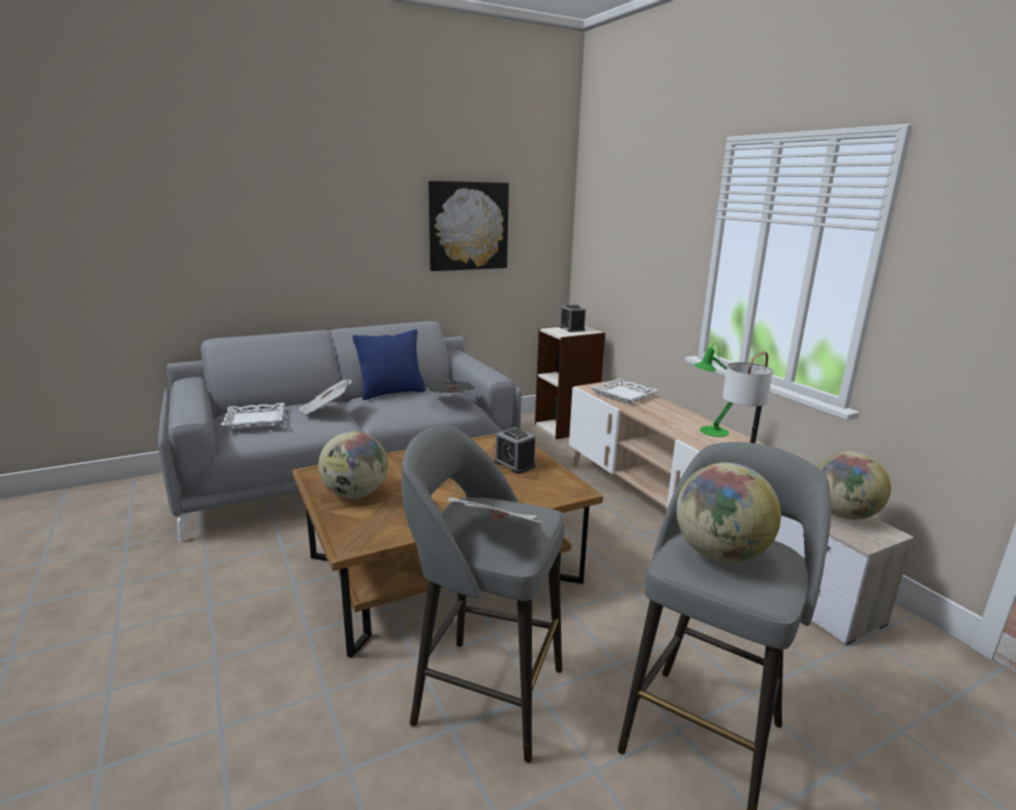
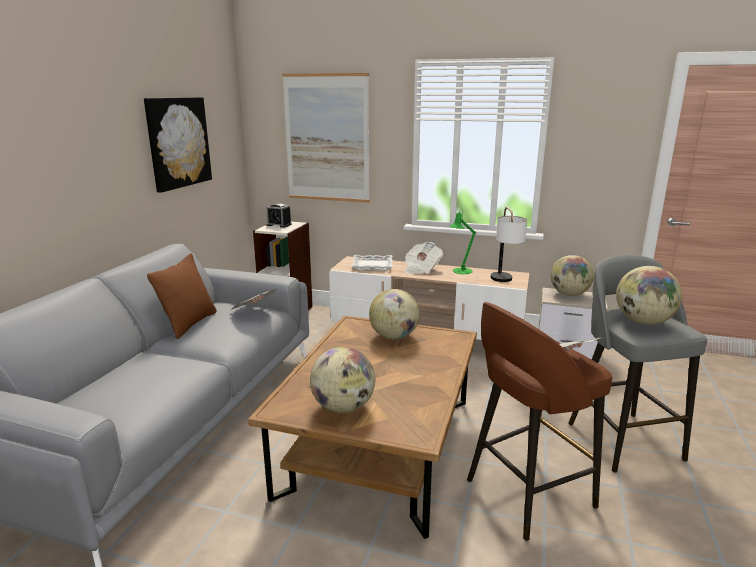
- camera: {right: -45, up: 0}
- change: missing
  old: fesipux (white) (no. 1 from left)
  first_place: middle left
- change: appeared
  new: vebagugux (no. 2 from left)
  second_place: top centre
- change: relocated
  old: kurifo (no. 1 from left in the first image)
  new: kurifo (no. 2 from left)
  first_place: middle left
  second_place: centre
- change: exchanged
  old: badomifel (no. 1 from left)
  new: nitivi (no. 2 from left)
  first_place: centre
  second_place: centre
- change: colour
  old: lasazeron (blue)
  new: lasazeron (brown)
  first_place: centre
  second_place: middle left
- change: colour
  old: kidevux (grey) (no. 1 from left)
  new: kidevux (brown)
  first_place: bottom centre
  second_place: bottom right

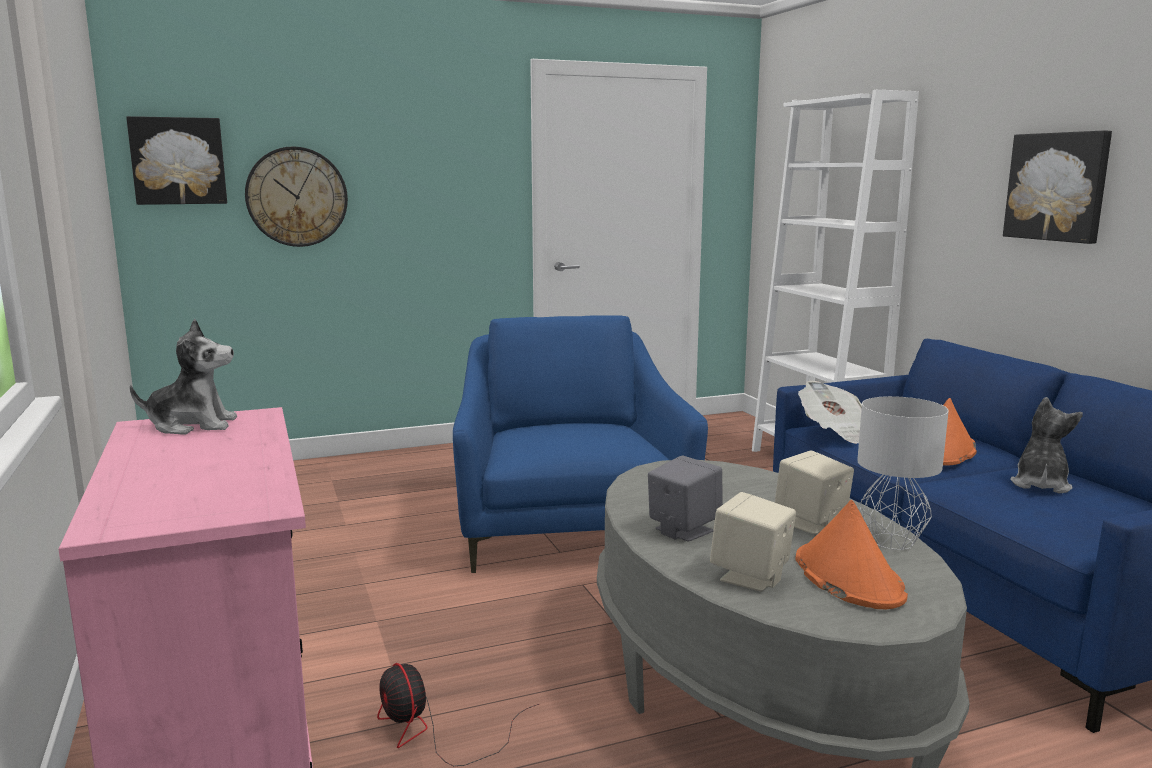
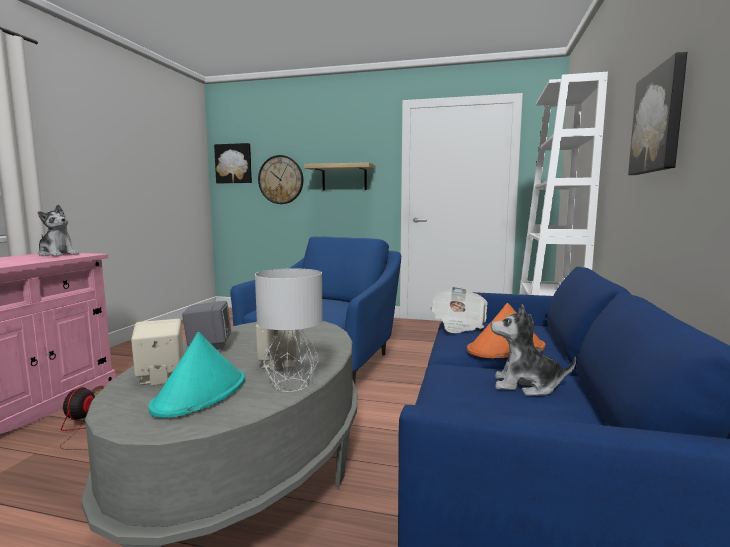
- camera: {right: 35, up: -5}
- change: appeared
  new: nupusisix
  second_place: top centre
- change: colour
  old: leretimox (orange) (no. 1 from left)
  new: leretimox (turquoise)
  first_place: bottom right
  second_place: bottom left
- change: spun
  old: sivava (no. 2 from left)
  first_place: middle right
  second_place: middle right
  degrees: -135

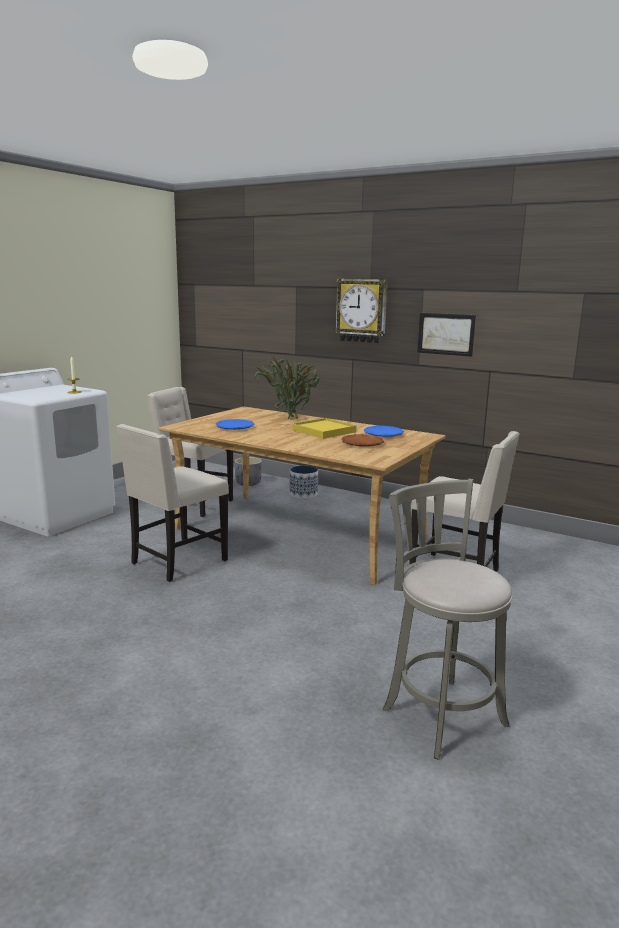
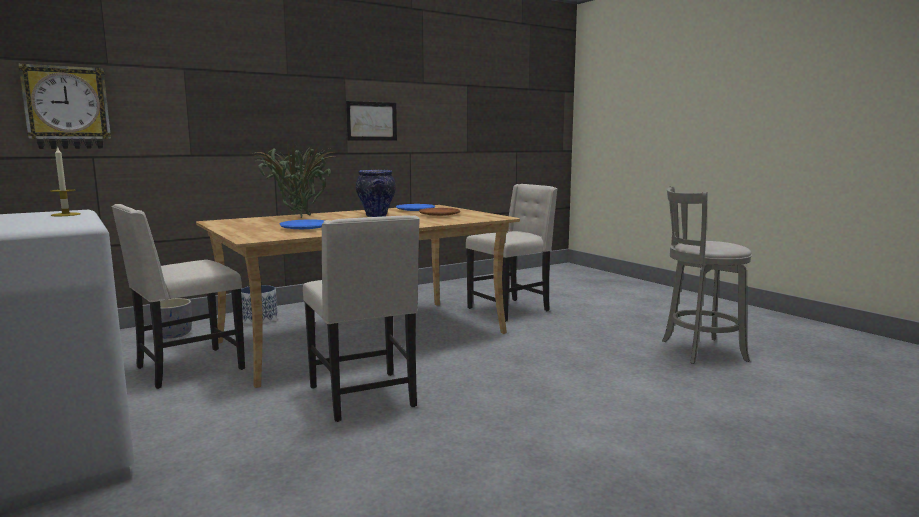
- camera: {right: -65, up: -5}
- change: relocated
  old: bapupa
  first_place: centre
  second_place: top left
- change: exchanged
  old: fesipux (yellow)
  new: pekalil
  first_place: centre
  second_place: centre

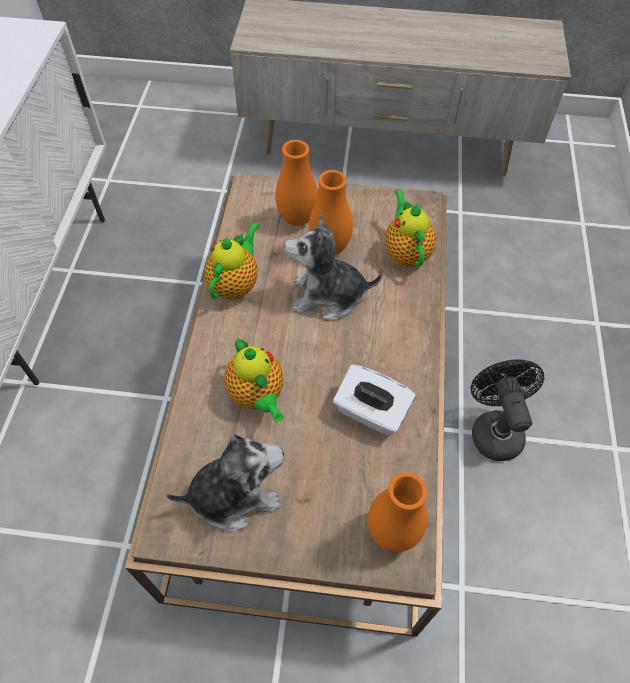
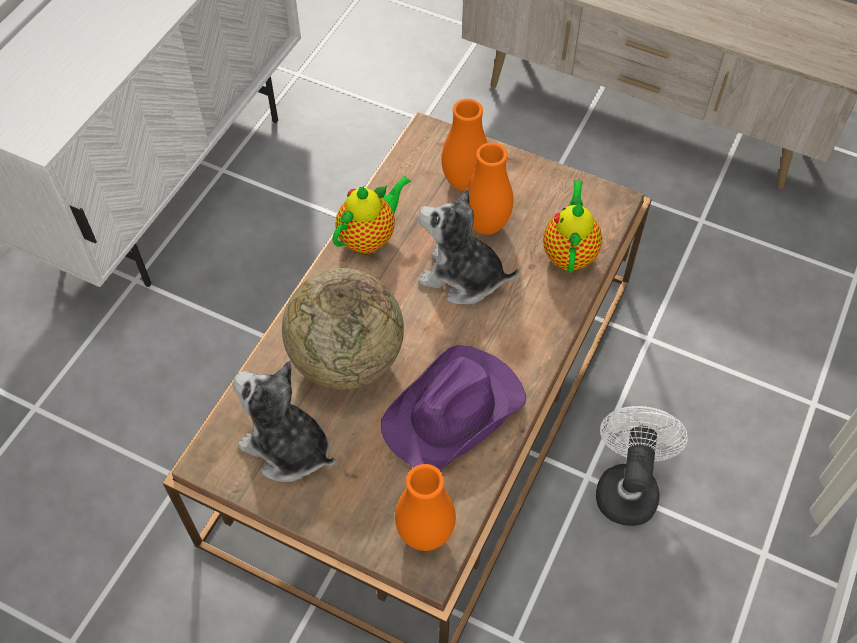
- camera: {right: 20, up: 0}
- change: exchanged
  old: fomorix (no. 2 from left)
  new: nitivi
  first_place: centre
  second_place: centre
- change: exchanged
  old: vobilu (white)
  new: leretimox (purple)
  first_place: centre
  second_place: centre
- change: colour
  old: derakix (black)
  new: derakix (white)
  first_place: middle right
  second_place: bottom right
- change: spun
  old: sivava (no. 1 from left)
  first_place: bottom centre
  second_place: middle left
  degrees: -150

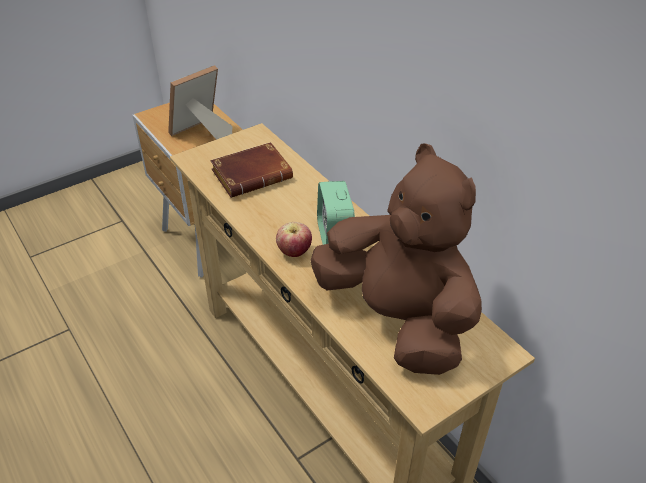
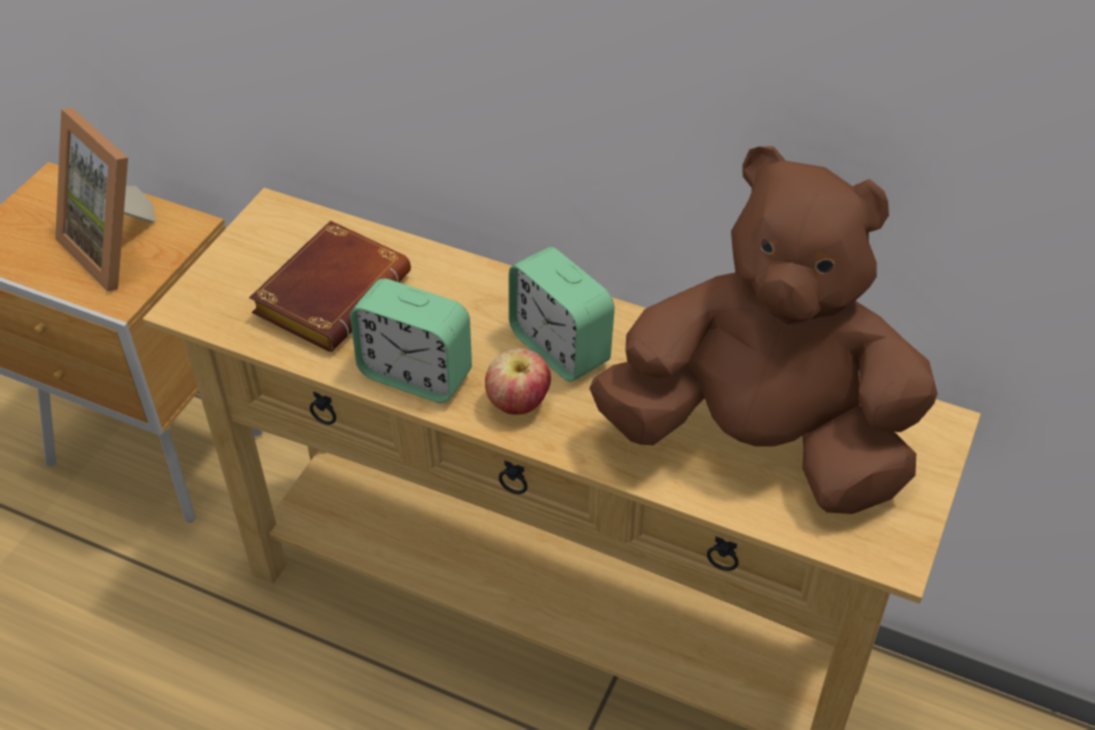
- camera: {right: -30, up: 5}
- change: appeared
  new: badomifel (no. 1 from left)
  second_place: centre
- change: spun
  old: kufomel
  first_place: top left
  second_place: top left
  degrees: -60

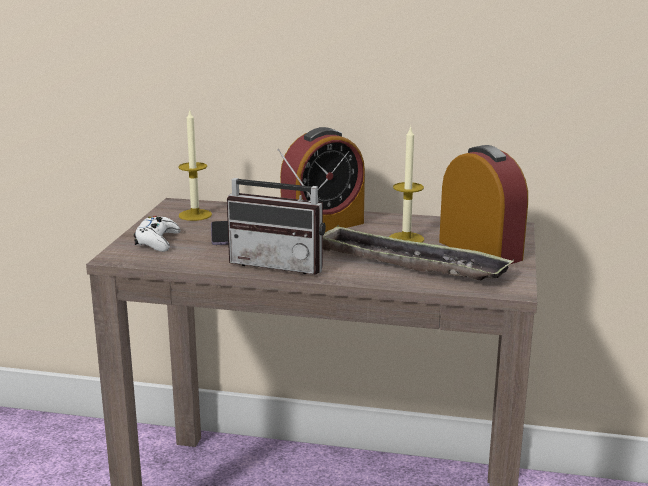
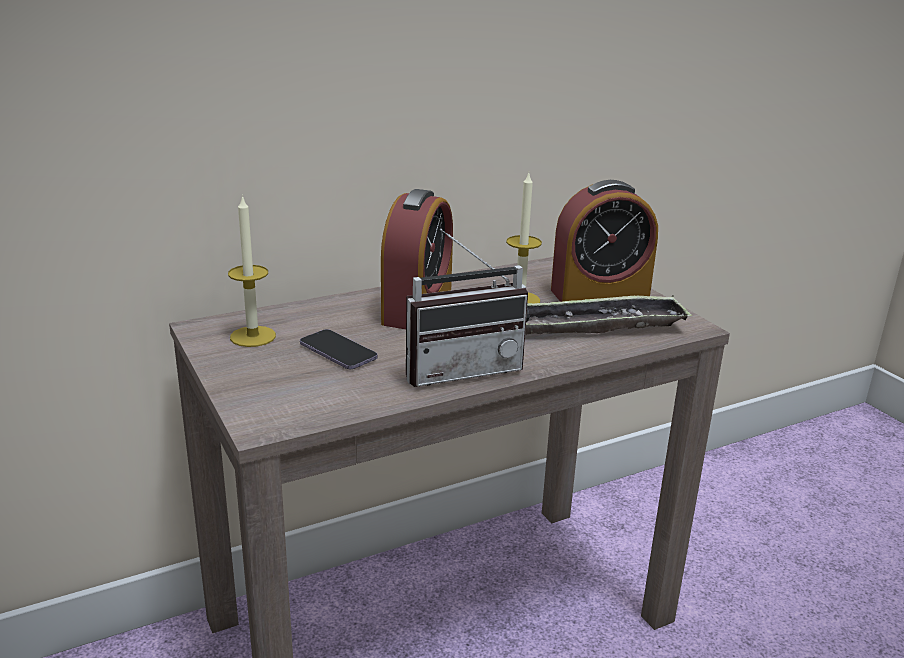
- camera: {right: -40, up: 5}
- change: missing
  old: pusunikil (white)
  first_place: middle left
- change: spun
  old: badomifel (no. 2 from left)
  first_place: middle right
  second_place: middle right
  degrees: 150

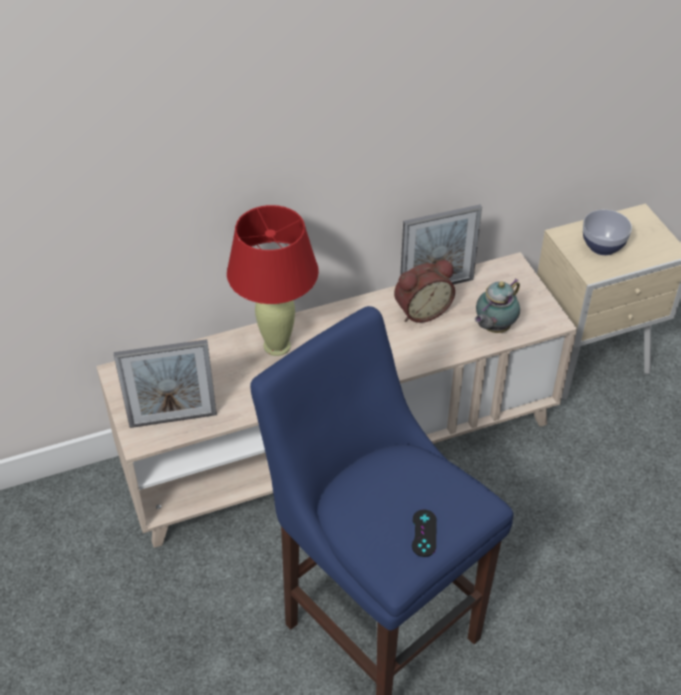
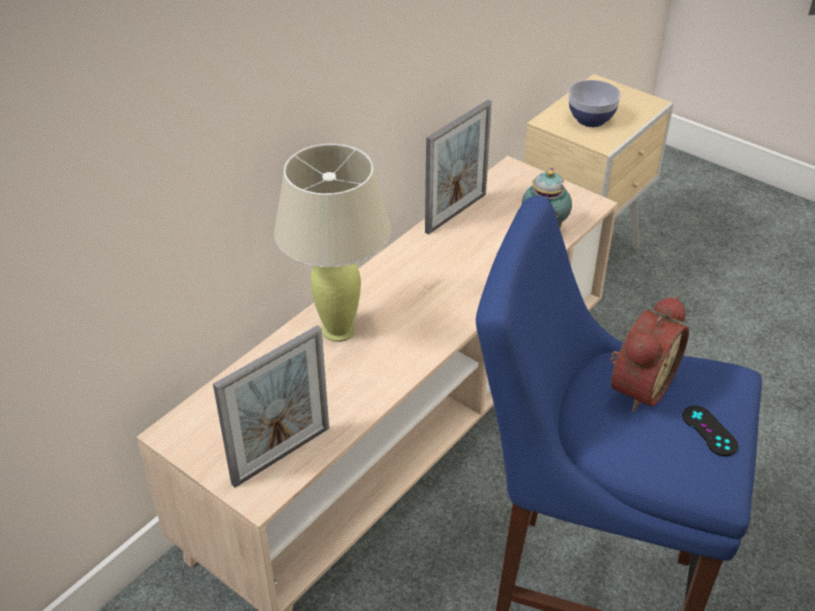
- camera: {right: -30, up: -5}
- change: relocated
  old: badomifel
  first_place: centre
  second_place: middle right
- change: colour
  old: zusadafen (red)
  new: zusadafen (beige)
  first_place: centre
  second_place: centre

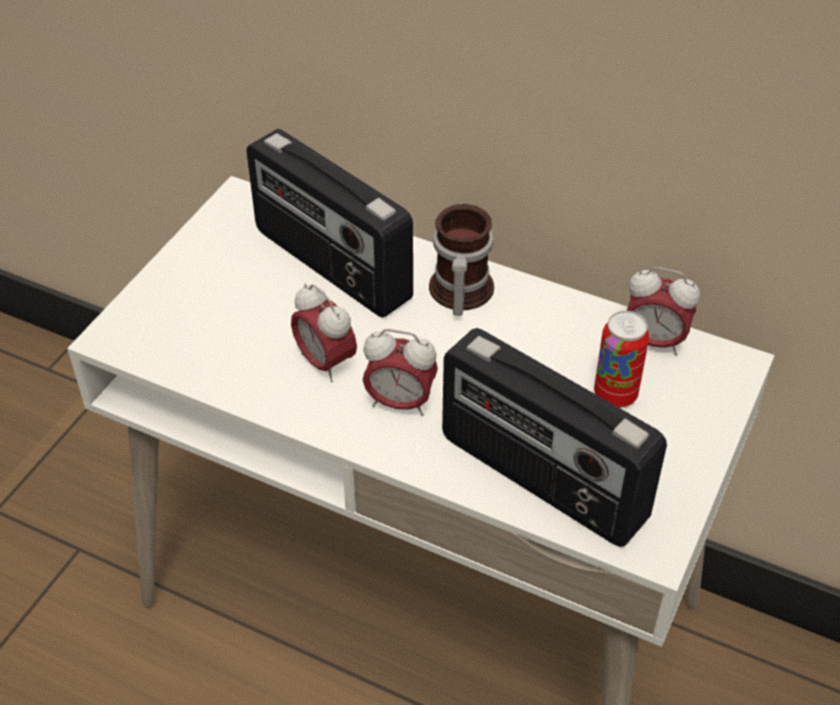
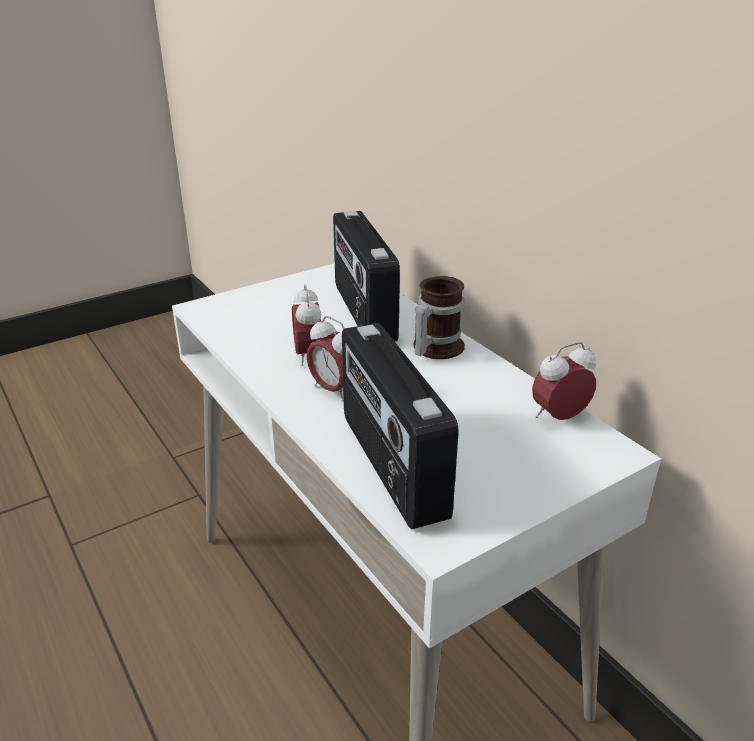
- camera: {right: 30, up: -15}
- change: missing
  old: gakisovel
  first_place: middle right
- change: spun
  old: badomifel (no. 3 from left)
  first_place: middle right
  second_place: middle right
  degrees: 105

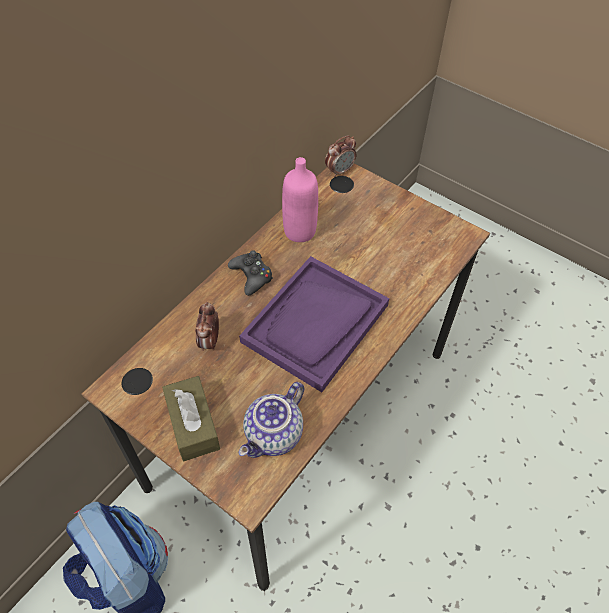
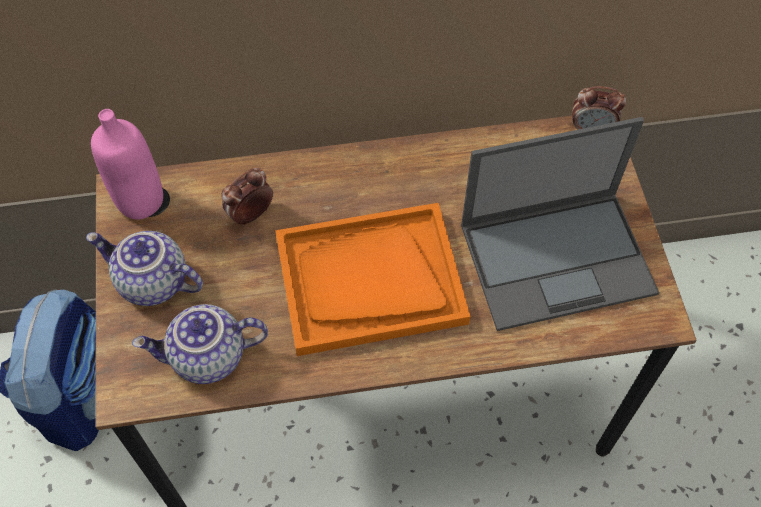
- camera: {right: 45, up: 5}
- change: missing
  old: pusunikil (black)
  first_place: centre
- change: appeared
  new: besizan
  second_place: middle right
- change: relocated
  old: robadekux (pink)
  first_place: top centre
  second_place: top left
- change: exchanged
  old: vobilu (brown)
  new: fomorix (no. 1 from left)
  first_place: bottom left
  second_place: middle left
- change: colour
  old: fesipux (purple)
  new: fesipux (orange)
  first_place: centre
  second_place: centre

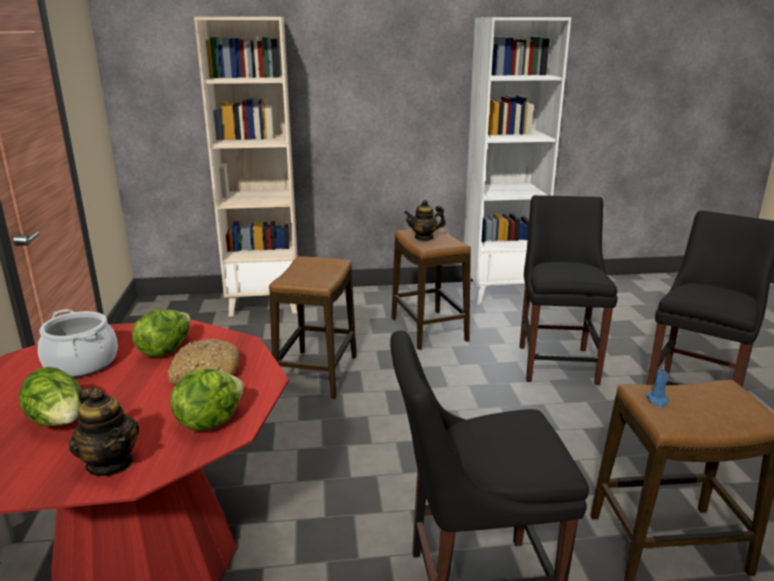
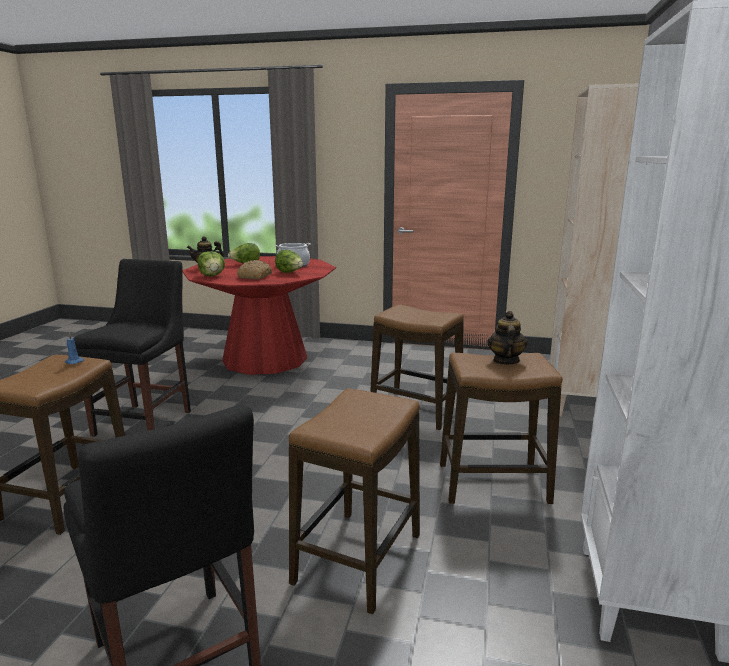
- camera: {right: 110, up: -5}
- change: exchanged
  old: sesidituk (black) (no. 2 from left)
  new: kidevux (no. 2 from left)
  first_place: middle right
  second_place: bottom centre

